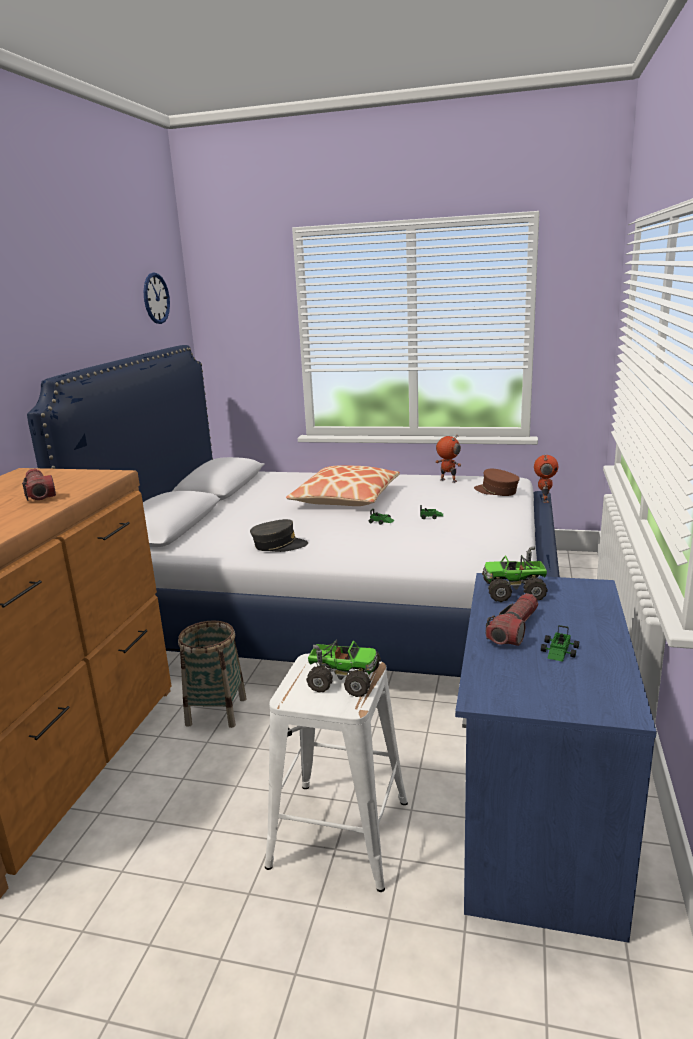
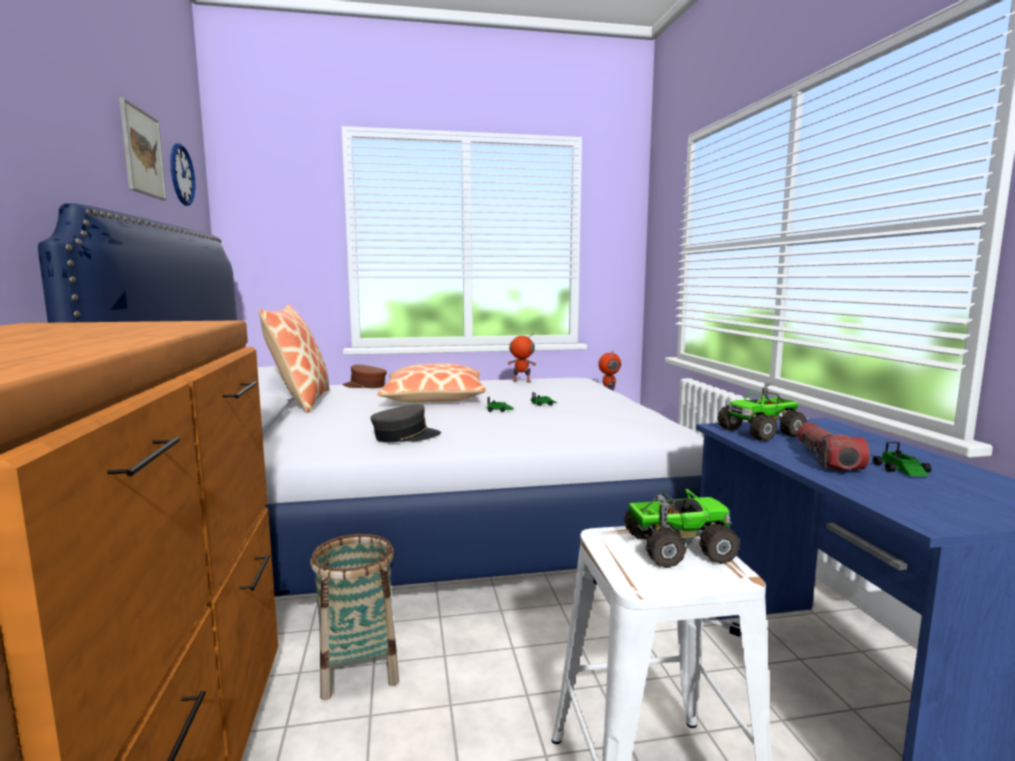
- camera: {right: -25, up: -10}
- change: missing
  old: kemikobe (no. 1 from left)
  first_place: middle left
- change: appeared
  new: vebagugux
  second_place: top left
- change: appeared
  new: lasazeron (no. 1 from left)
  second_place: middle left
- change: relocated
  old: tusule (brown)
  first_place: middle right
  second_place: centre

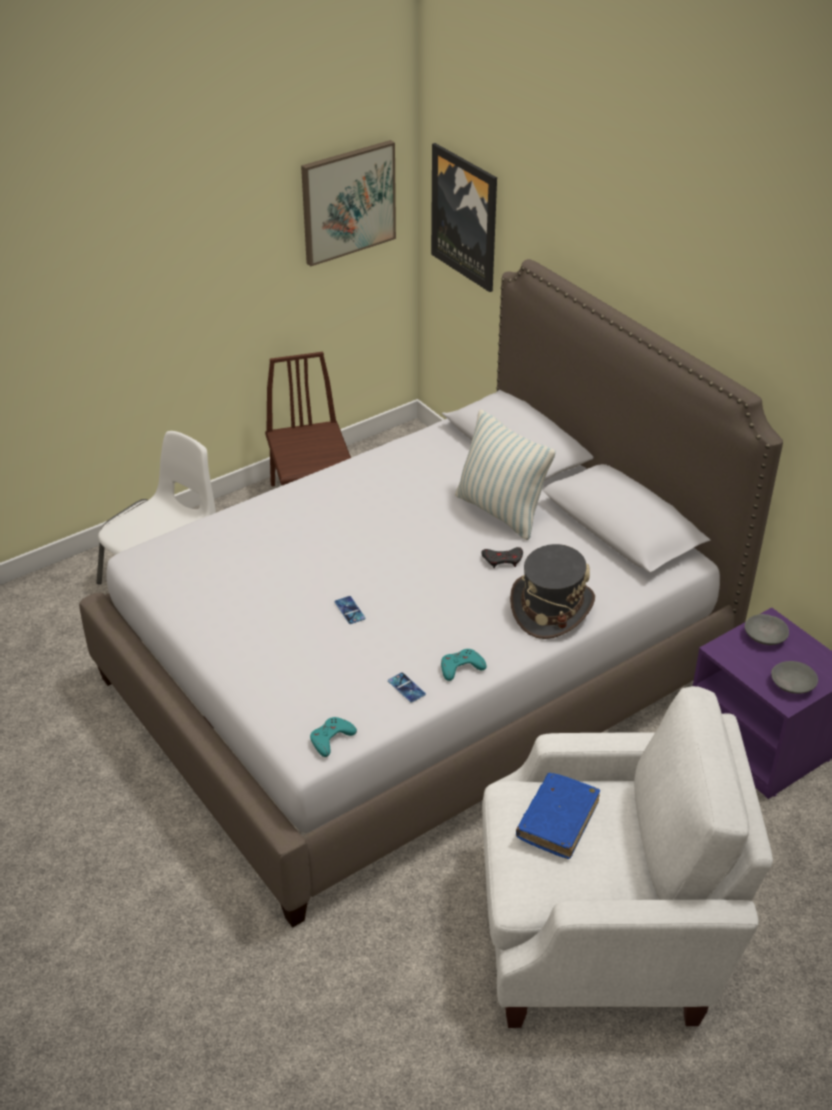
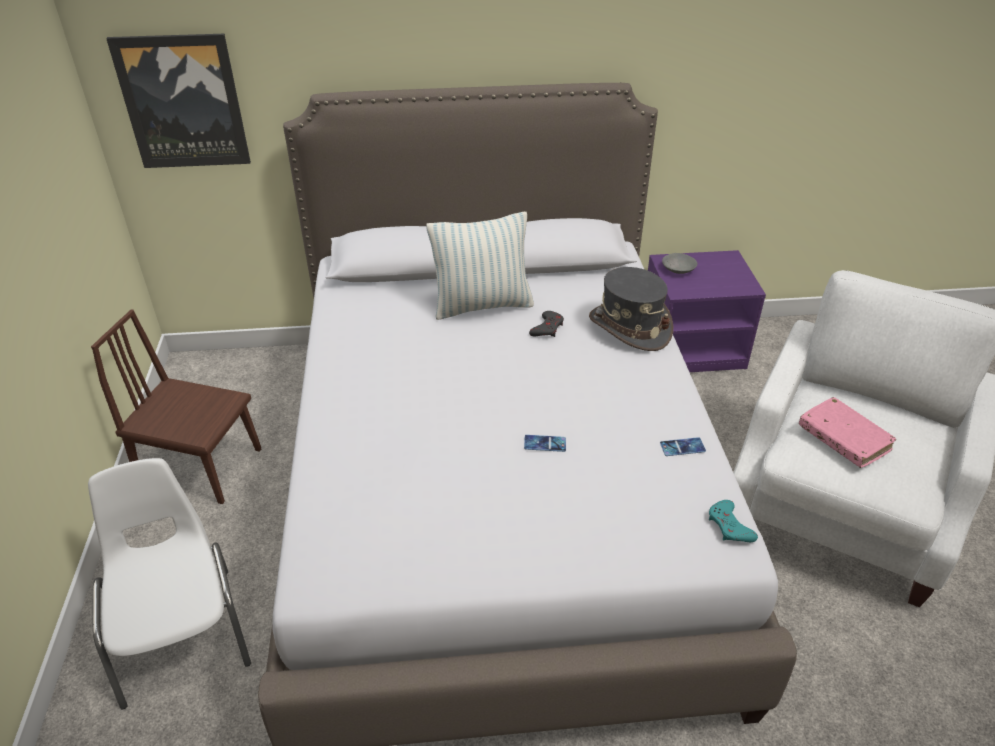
- camera: {right: -60, up: 0}
- change: missing
  old: vebagugux (no. 1 from left)
  first_place: top centre
- change: missing
  old: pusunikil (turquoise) (no. 2 from left)
  first_place: centre
- change: missing
  old: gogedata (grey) (no. 2 from left)
  first_place: middle right
- change: colour
  old: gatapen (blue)
  new: gatapen (pink)
  first_place: bottom right
  second_place: middle right

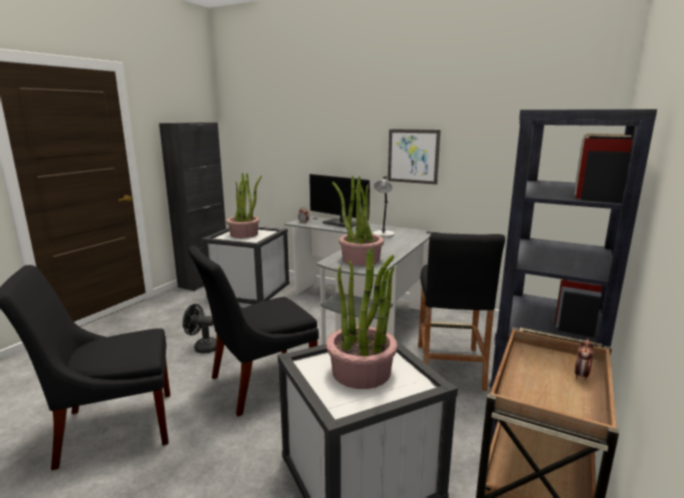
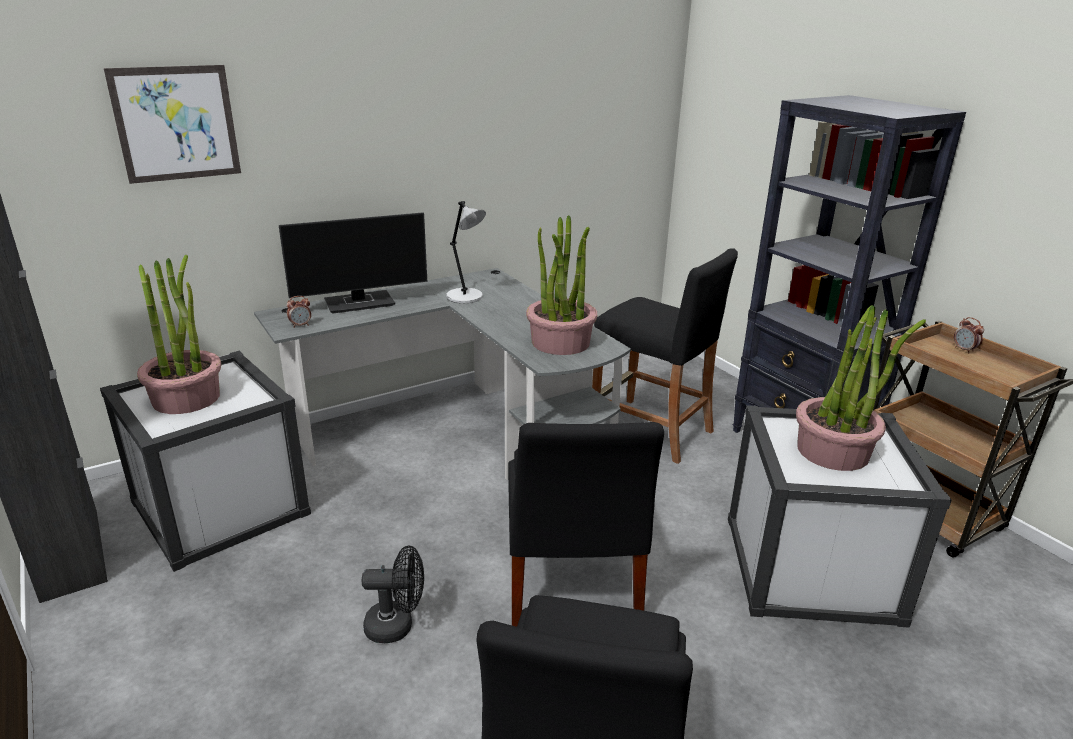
- camera: {right: -60, up: 10}
- change: relocated
  old: vebagugux
  first_place: top centre
  second_place: top left
- change: spun
  old: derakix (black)
  first_place: middle left
  second_place: bottom centre
  degrees: -135

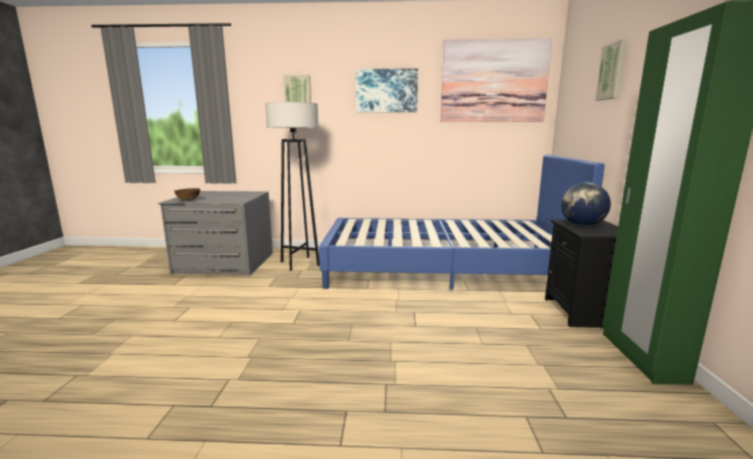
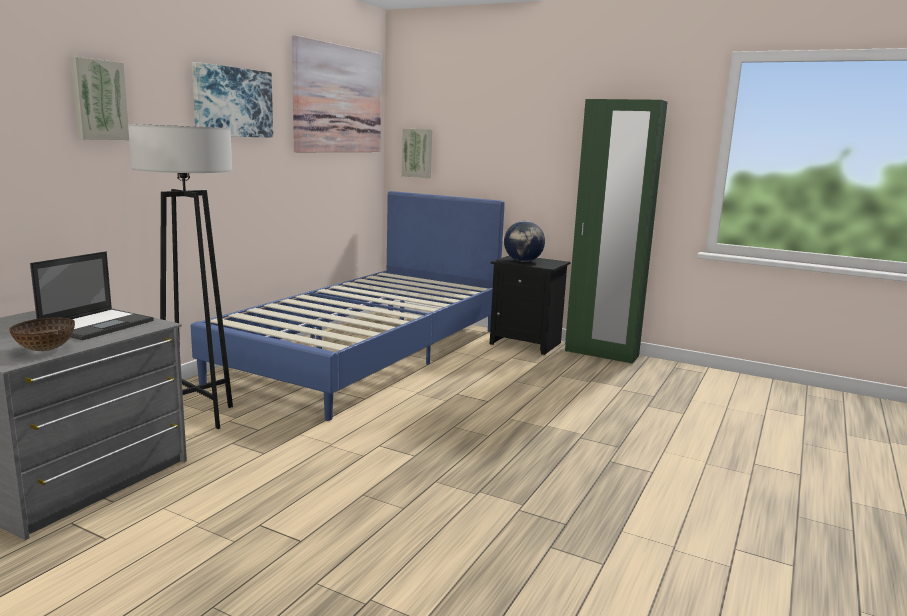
- camera: {right: -65, up: 0}
- change: appeared
  new: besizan
  second_place: middle left
- change: relocated
  old: vebagugux (no. 4 from left)
  first_place: top right
  second_place: top centre

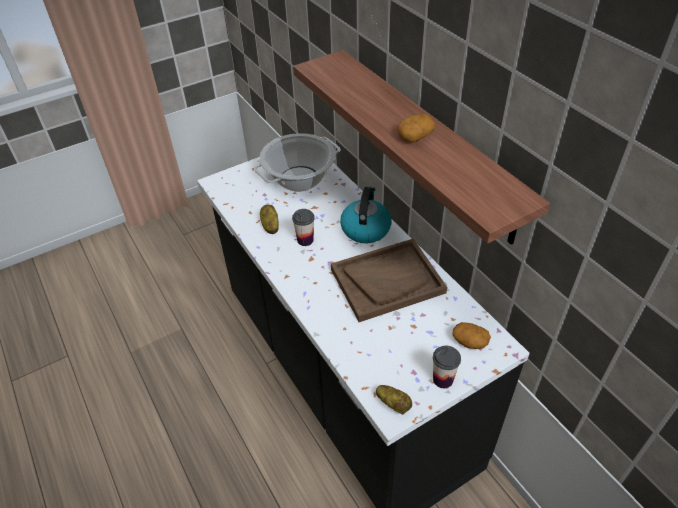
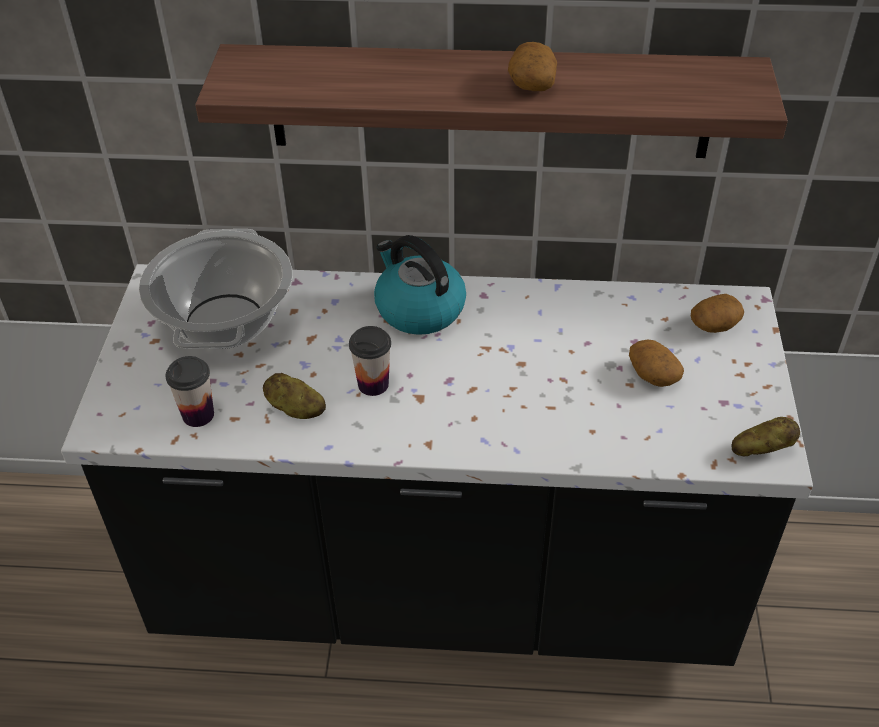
- camera: {right: -55, up: 0}
- change: missing
  old: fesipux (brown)
  first_place: centre
- change: appeared
  new: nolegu (no. 3 from left)
  second_place: middle right
- change: relocated
  old: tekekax (no. 2 from left in the first image)
  new: tekekax (no. 1 from left)
  first_place: bottom centre
  second_place: middle left

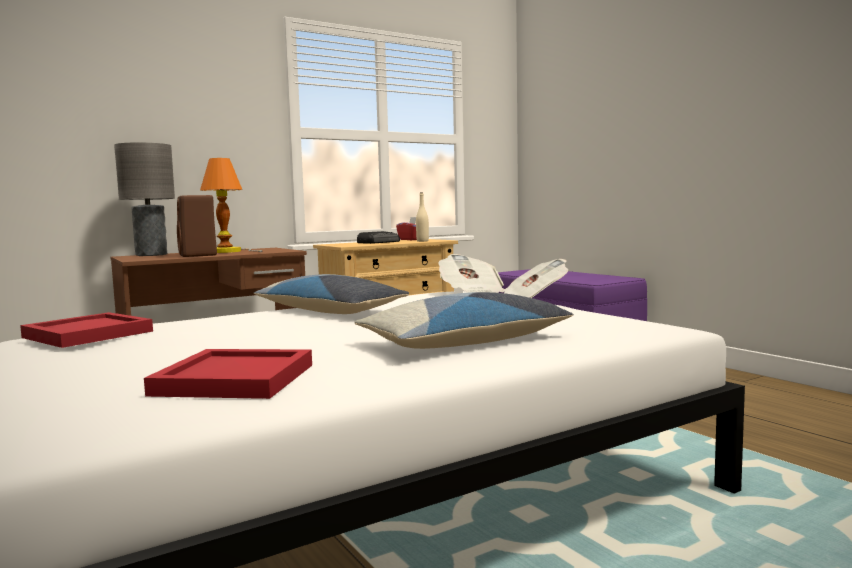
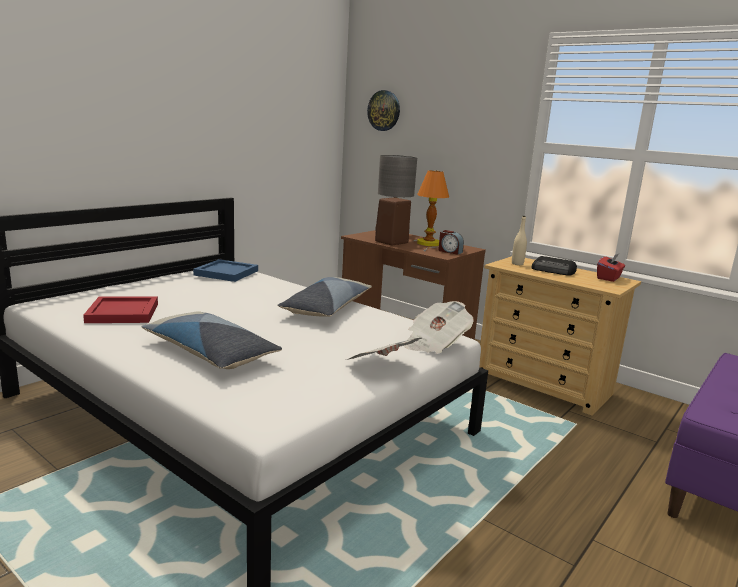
- camera: {right: 70, up: 10}
- change: appeared
  new: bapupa
  second_place: top centre
- change: appeared
  new: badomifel
  second_place: centre
- change: relocated
  old: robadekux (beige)
  first_place: centre
  second_place: middle right
- change: colour
  old: fesipux (red) (no. 1 from left)
  new: fesipux (blue)
  first_place: middle left
  second_place: middle left

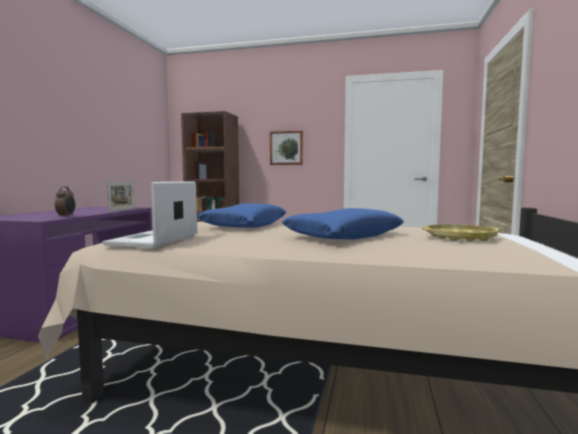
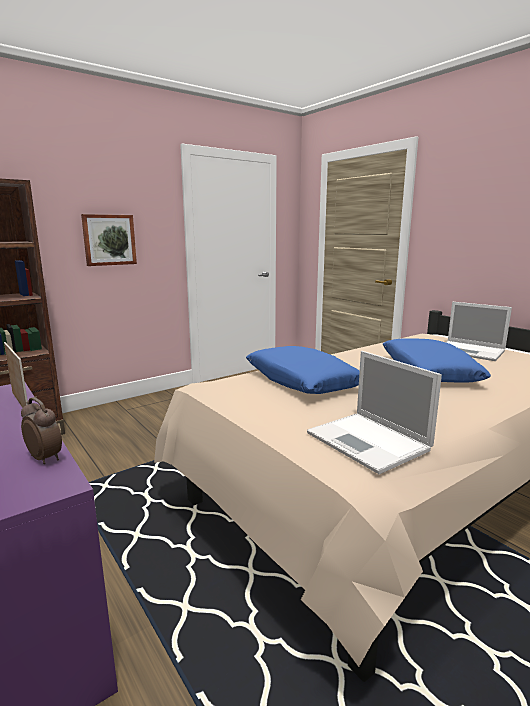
- camera: {right: -50, up: 10}
- change: exchanged
  old: fesipux (yellow)
  new: besizan (no. 2 from left)
  first_place: middle right
  second_place: middle right

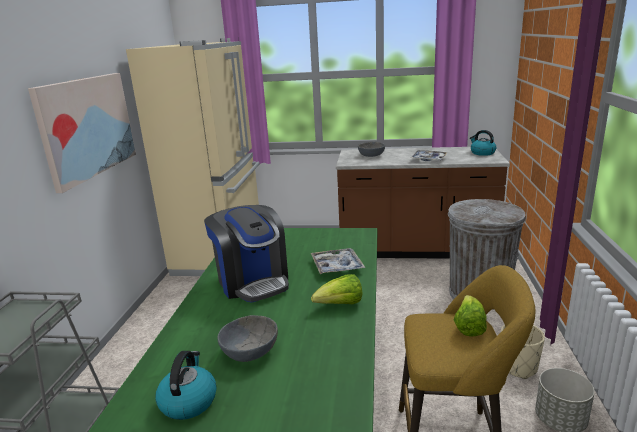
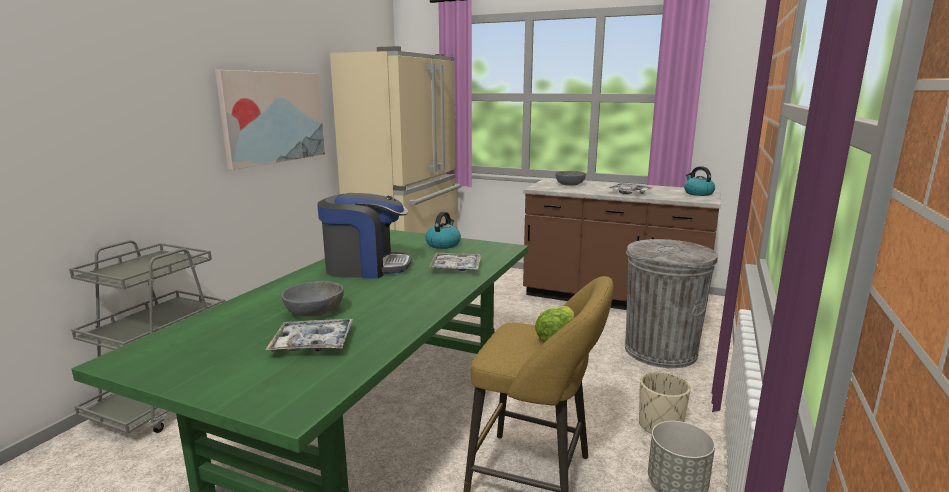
- camera: {right: 15, up: -5}
- change: missing
  old: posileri (no. 1 from left)
  first_place: bottom centre
- change: appeared
  new: fesipux (no. 1 from left)
  second_place: bottom left
- change: relocated
  old: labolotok (no. 1 from left)
  first_place: bottom left
  second_place: centre
- change: spun
  old: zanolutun
  first_place: centre
  second_place: centre
  degrees: -75

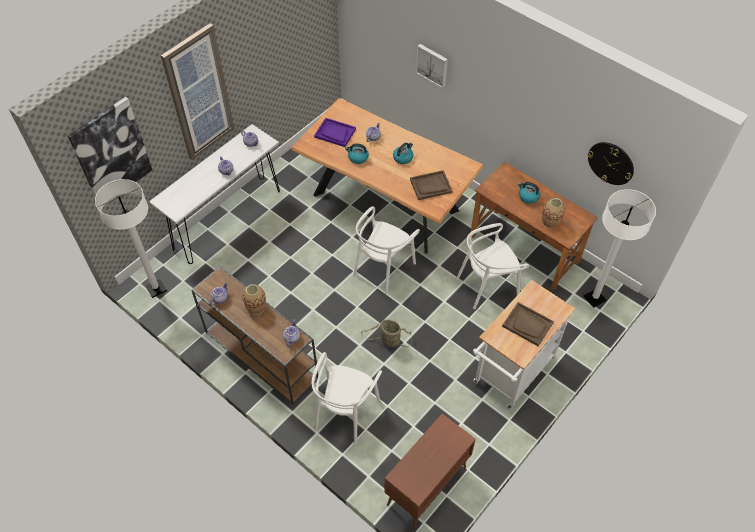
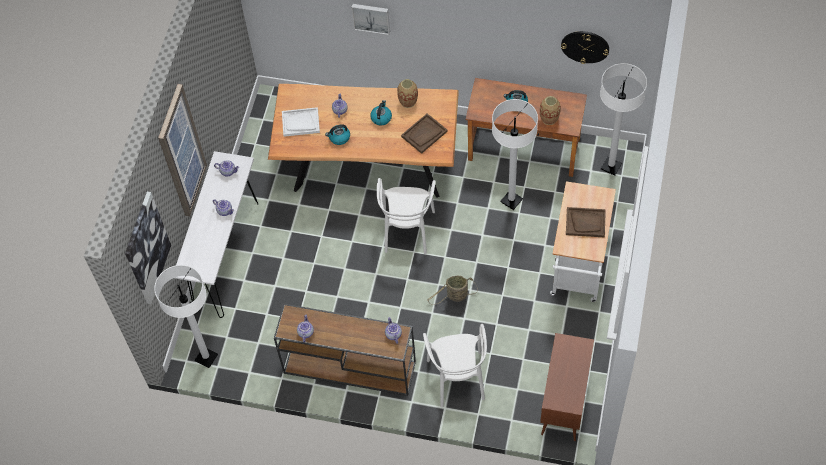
- camera: {right: -25, up: 5}
- change: relocated
  old: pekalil (no. 1 from left)
  first_place: centre
  second_place: top centre
- change: exchanged
  old: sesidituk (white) (no. 3 from left)
  new: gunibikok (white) (no. 2 from left)
  first_place: centre
  second_place: top centre
- change: colour
  old: fesipux (purple)
  new: fesipux (white)
  first_place: top centre
  second_place: top centre

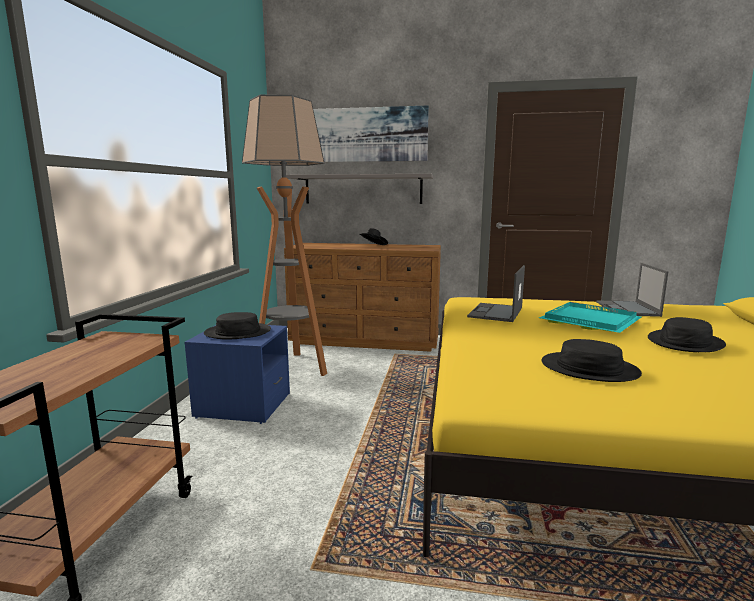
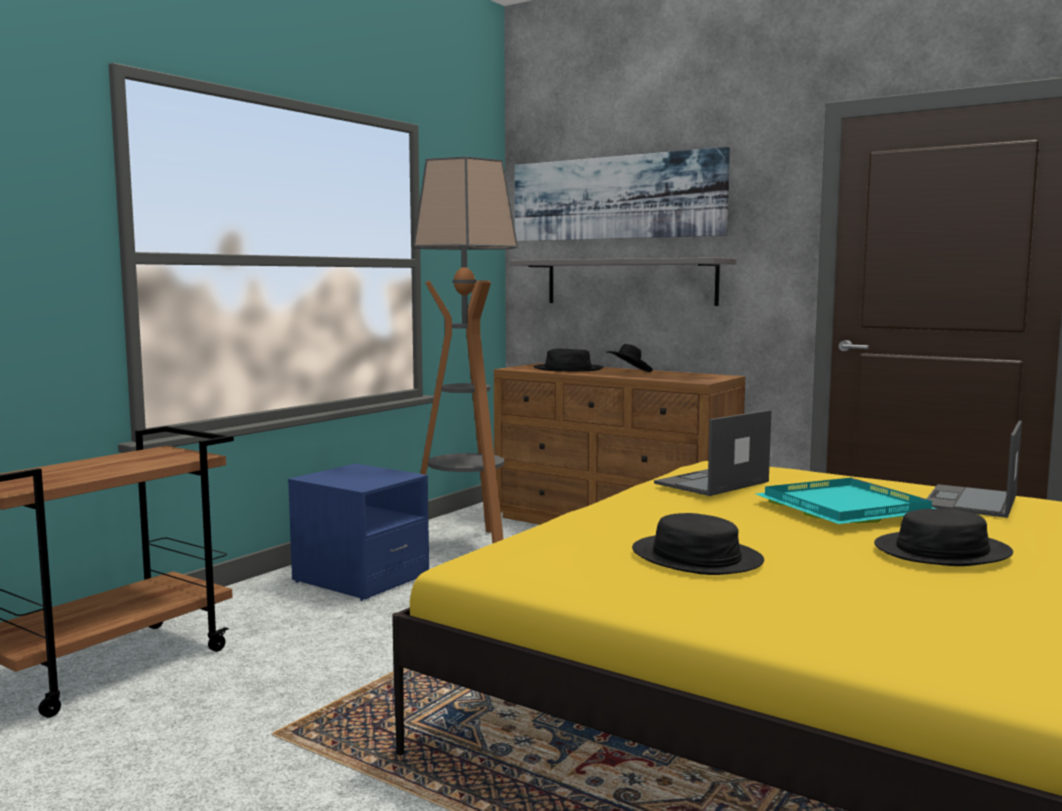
- camera: {right: 25, up: -5}
- change: relocated
  old: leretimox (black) (no. 1 from left)
  first_place: middle left
  second_place: centre

